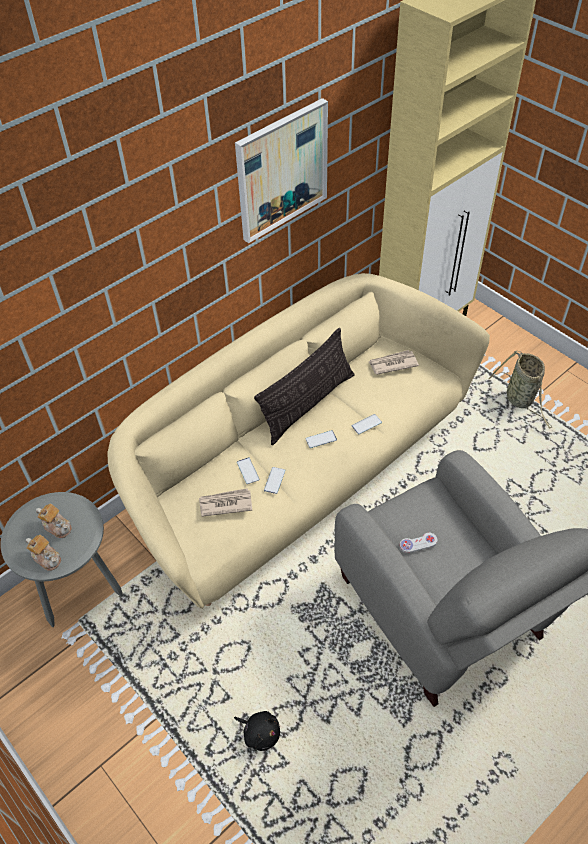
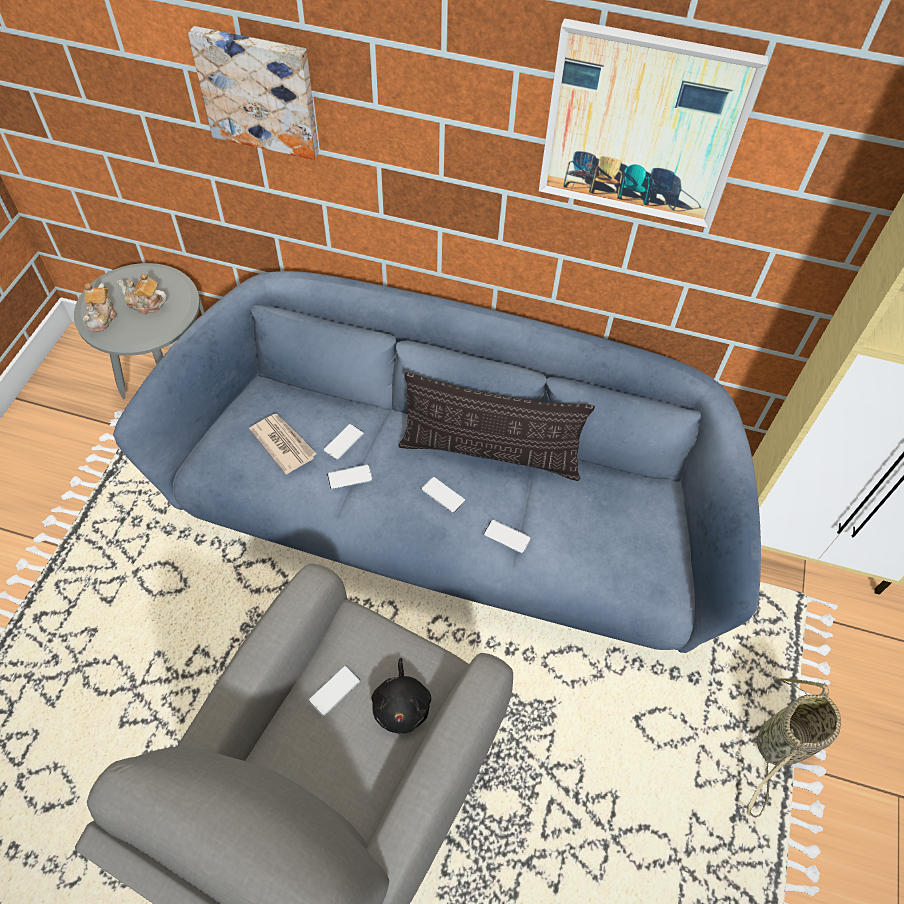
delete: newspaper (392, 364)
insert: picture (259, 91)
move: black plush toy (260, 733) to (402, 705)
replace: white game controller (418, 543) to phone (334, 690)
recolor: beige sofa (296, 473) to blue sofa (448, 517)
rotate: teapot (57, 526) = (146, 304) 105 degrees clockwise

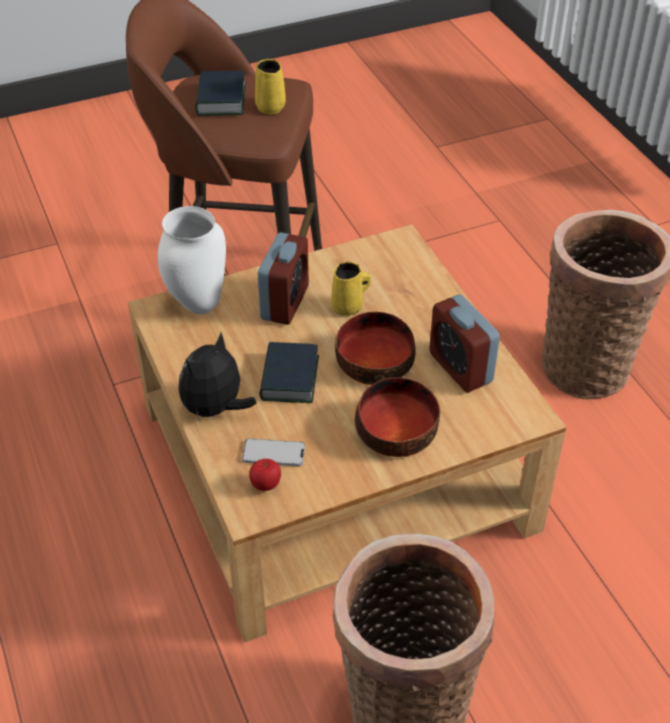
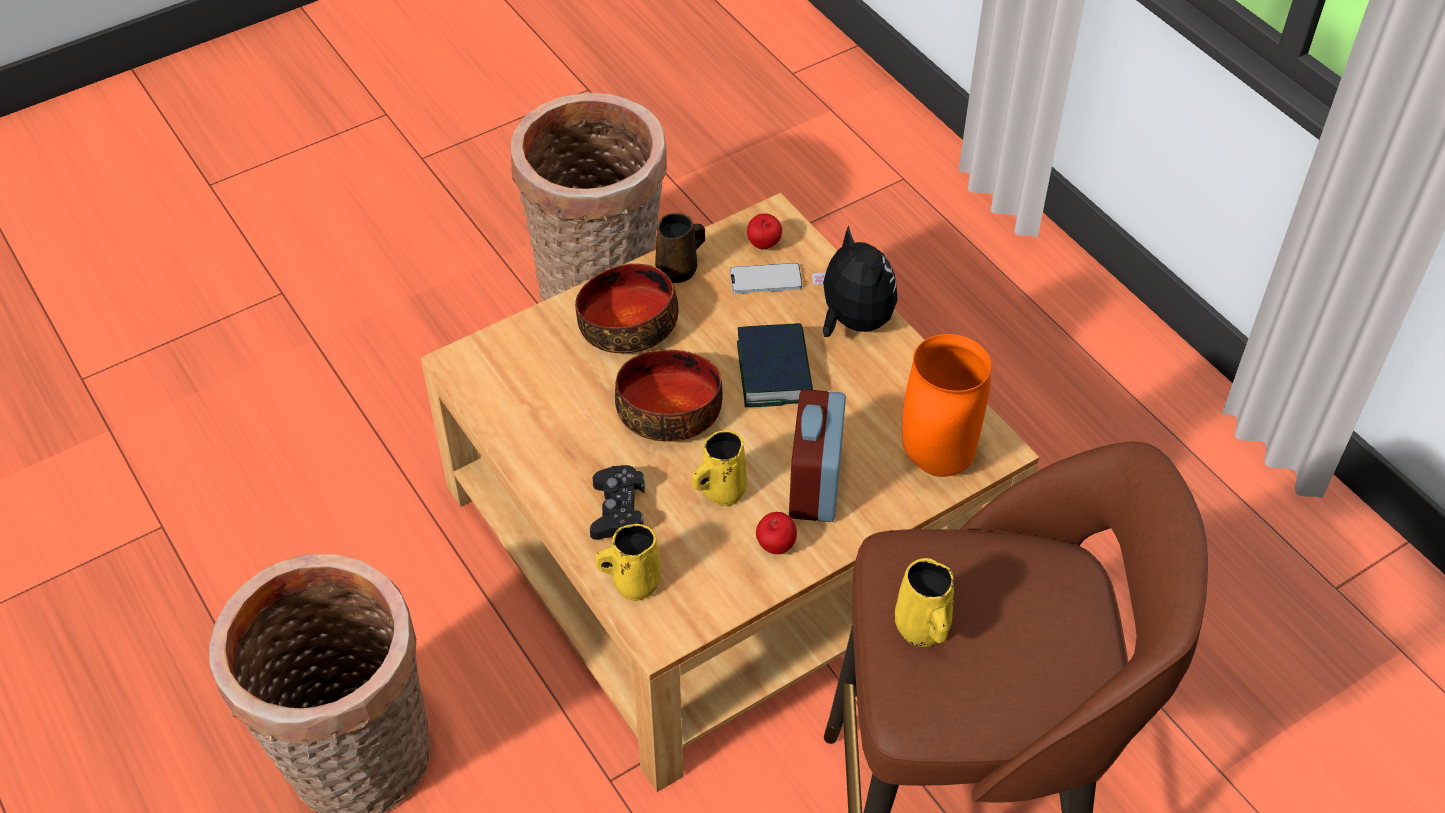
delete: book (221, 100); alarm clock (460, 367)
insert: black game controller (618, 510); yellow mug (633, 582); brown mug (679, 270); apple (775, 546)
recolor: white vase (197, 305) to orange vase (938, 464)
rotate: plush toy (215, 409) = (852, 321) 60 degrees counterclockwise

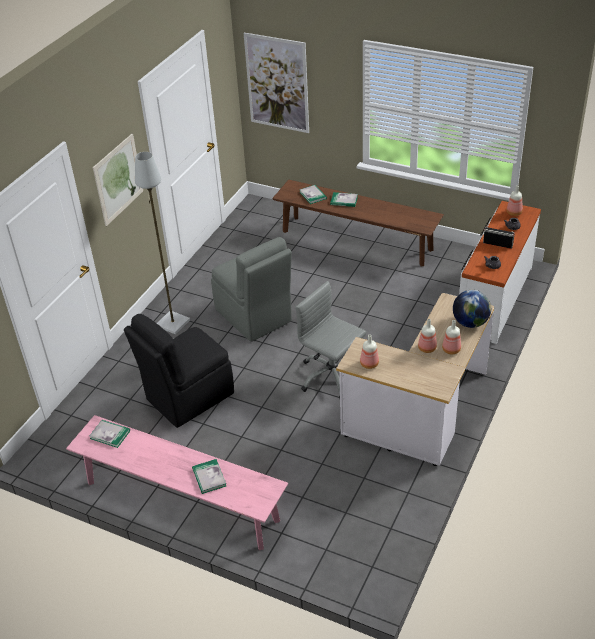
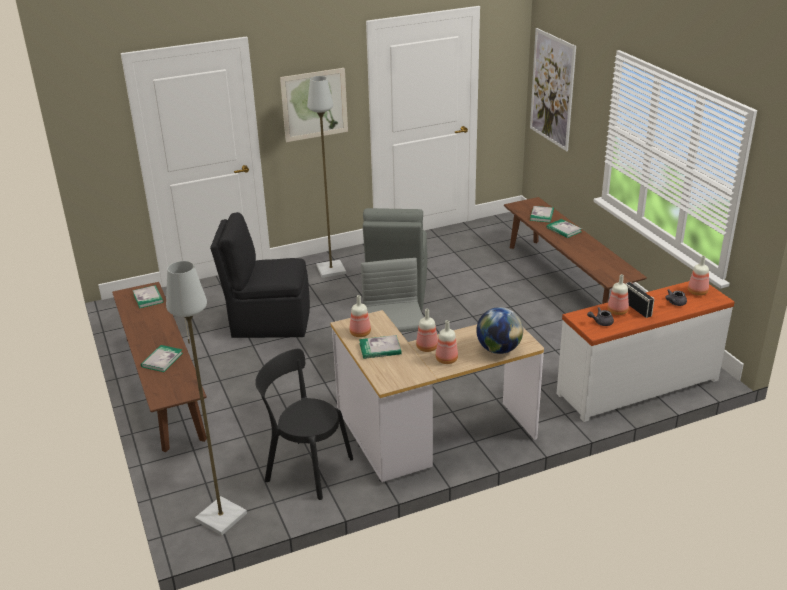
insert: grey floor lamp (221, 518); black chair (305, 468); book (380, 349); bottle (617, 311)
recolor: pink bench (181, 501) to brown bench (163, 386)

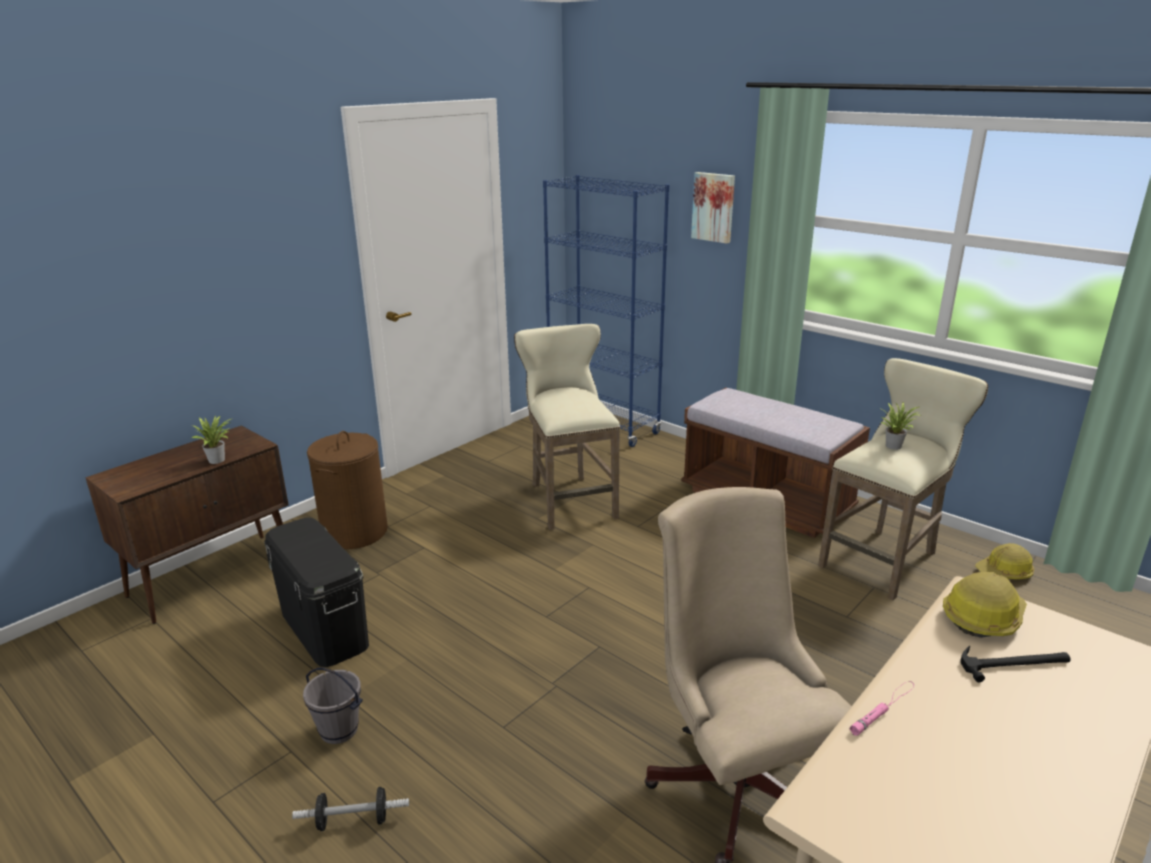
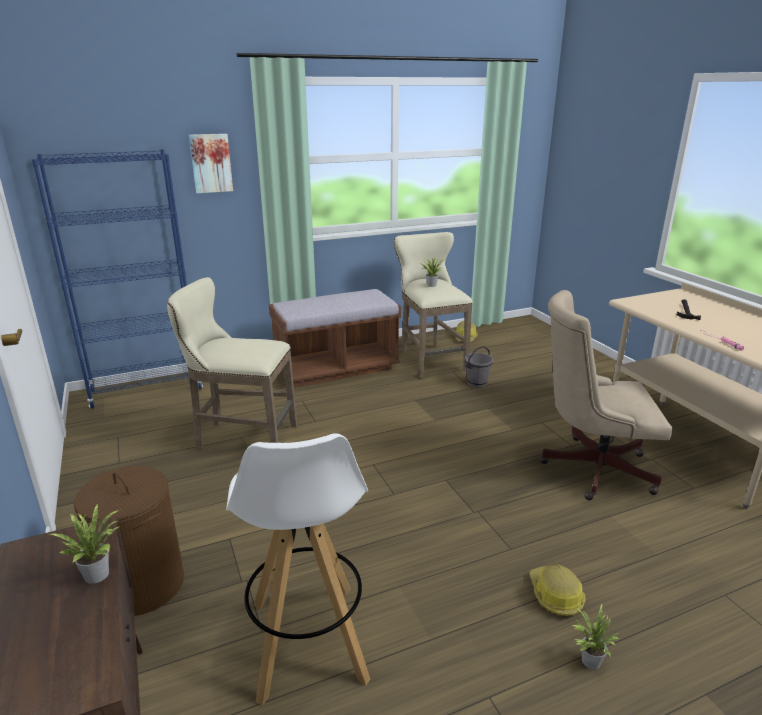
move: grey bucket (338, 731) to (477, 383); hard hat (983, 617) to (555, 595)
replace: black storage box (323, 628) to white stool (308, 642); dumbbell (353, 821) to potted plant (588, 660)

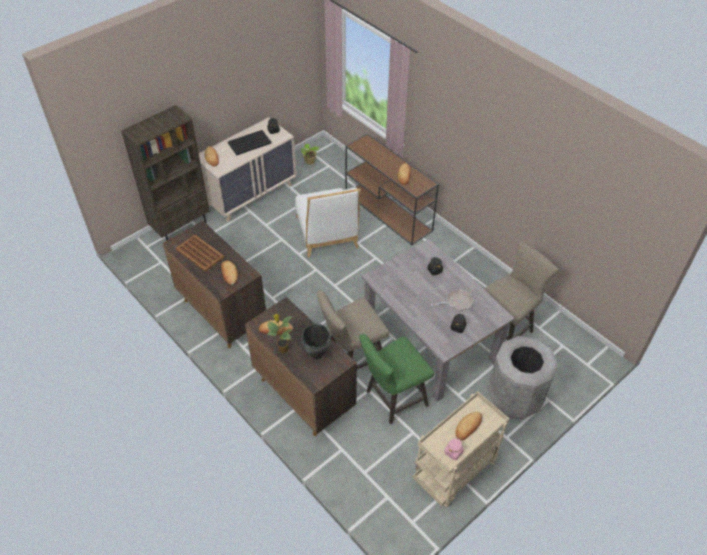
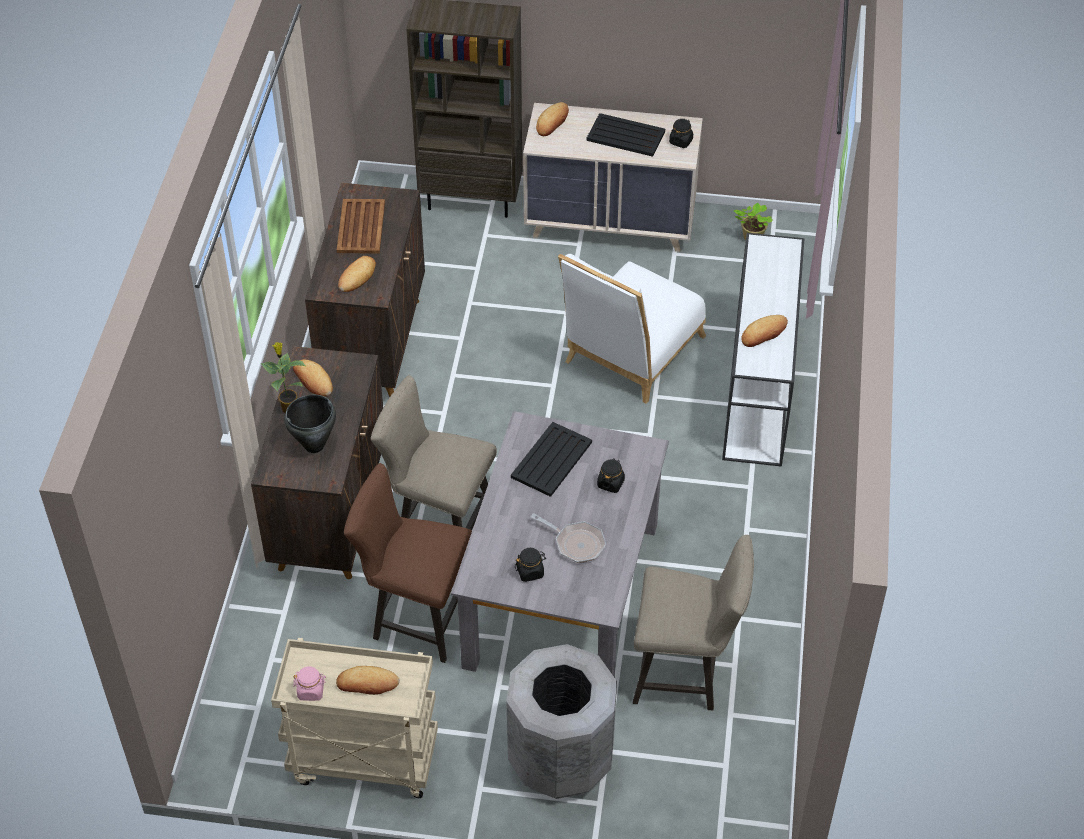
insert: black tray (552, 459)
recolor: brown console table (389, 212) to white console table (758, 391); green stool (392, 399) to brown stool (415, 616)

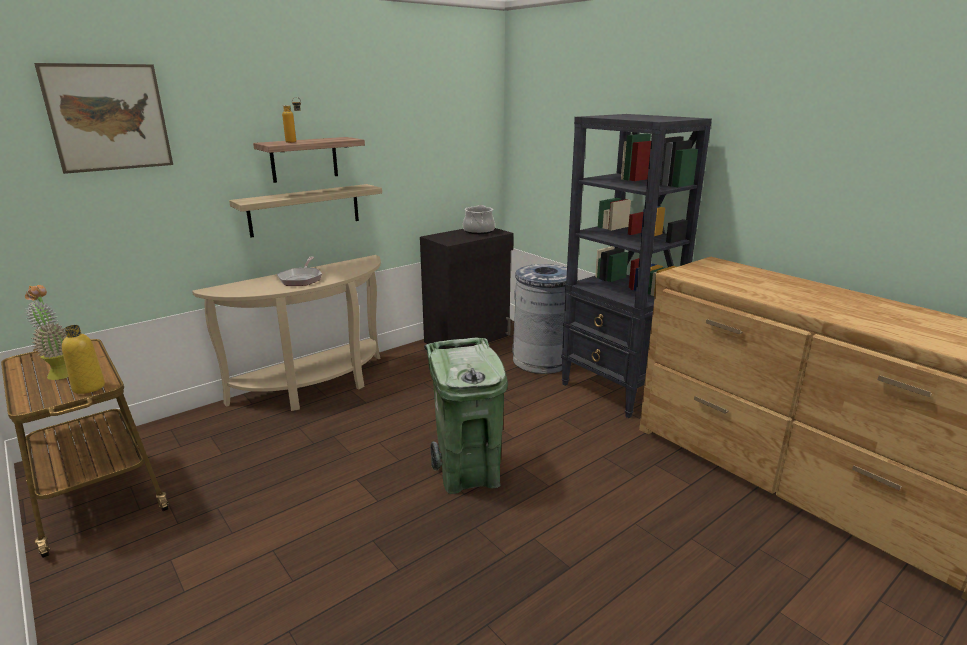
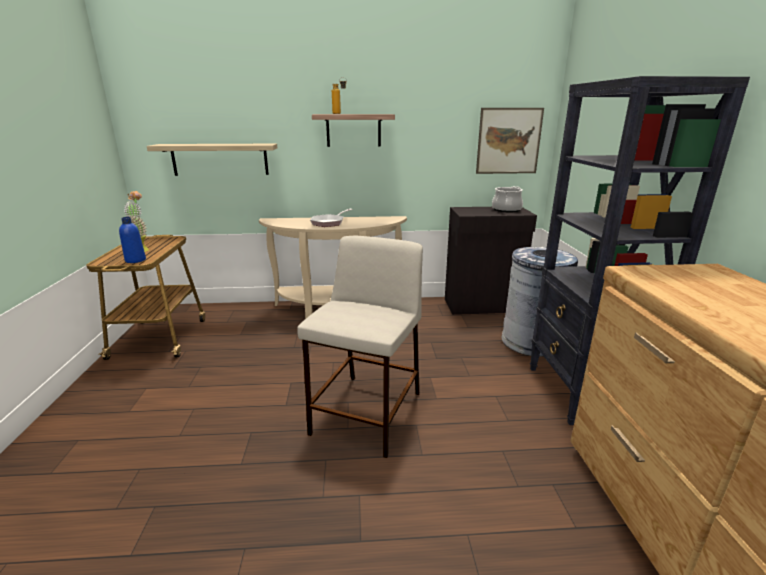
move: picture (108, 117) to (508, 141); shelf (305, 210) to (220, 159)
replace: green trash can (468, 475) to beige stool (367, 414)
recolor: yellow bottle (89, 387) to blue bottle (135, 260)

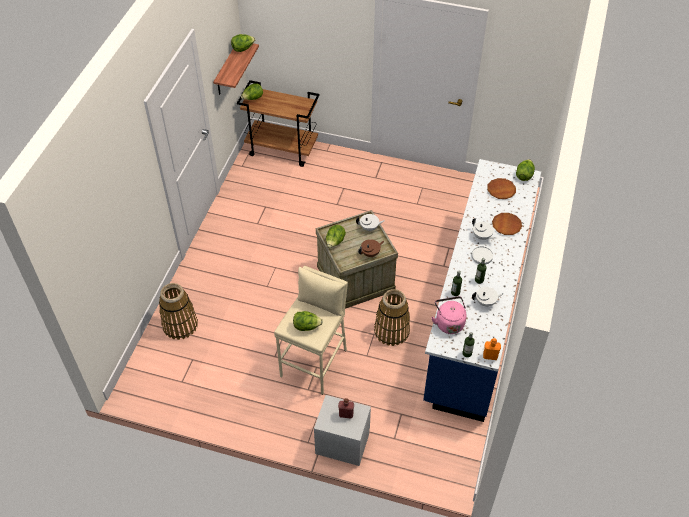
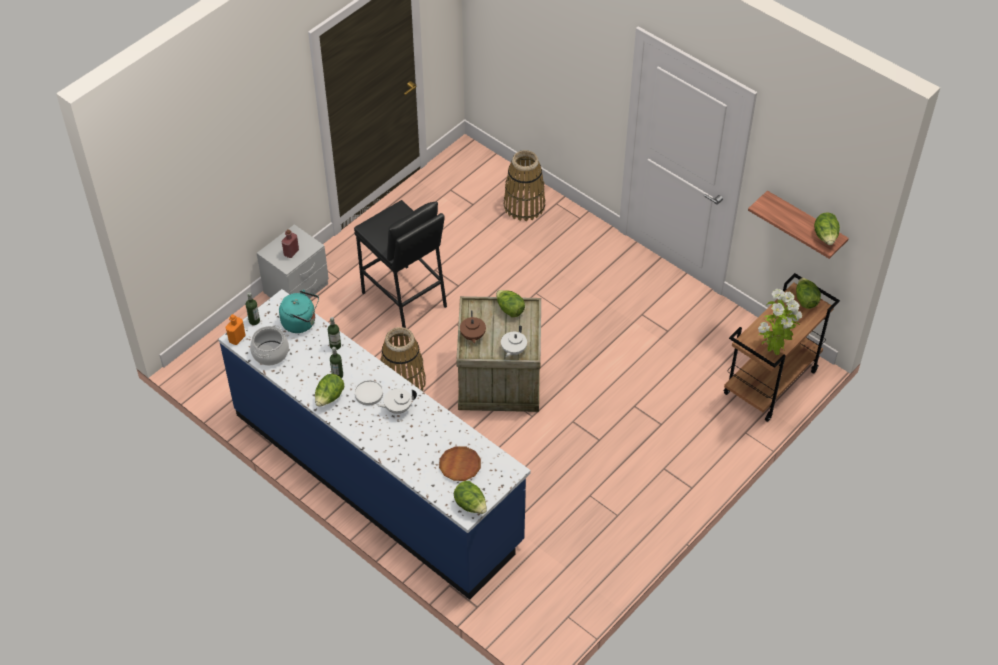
delete: white teapot (486, 302); brown plate (506, 225)
insert: cooking pot (270, 353); potted plant (772, 351)
move: lettuce (307, 326) to (329, 398)
recolor: beige stool (314, 363) to black stool (404, 299); pink kettle (449, 322) to turquoise kettle (301, 322)

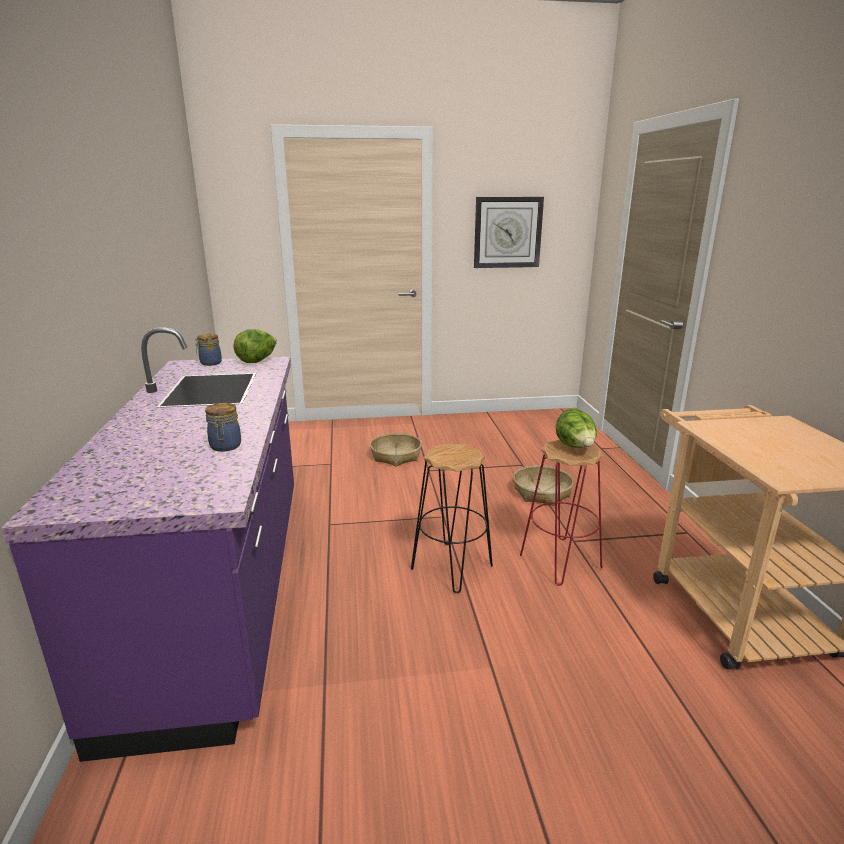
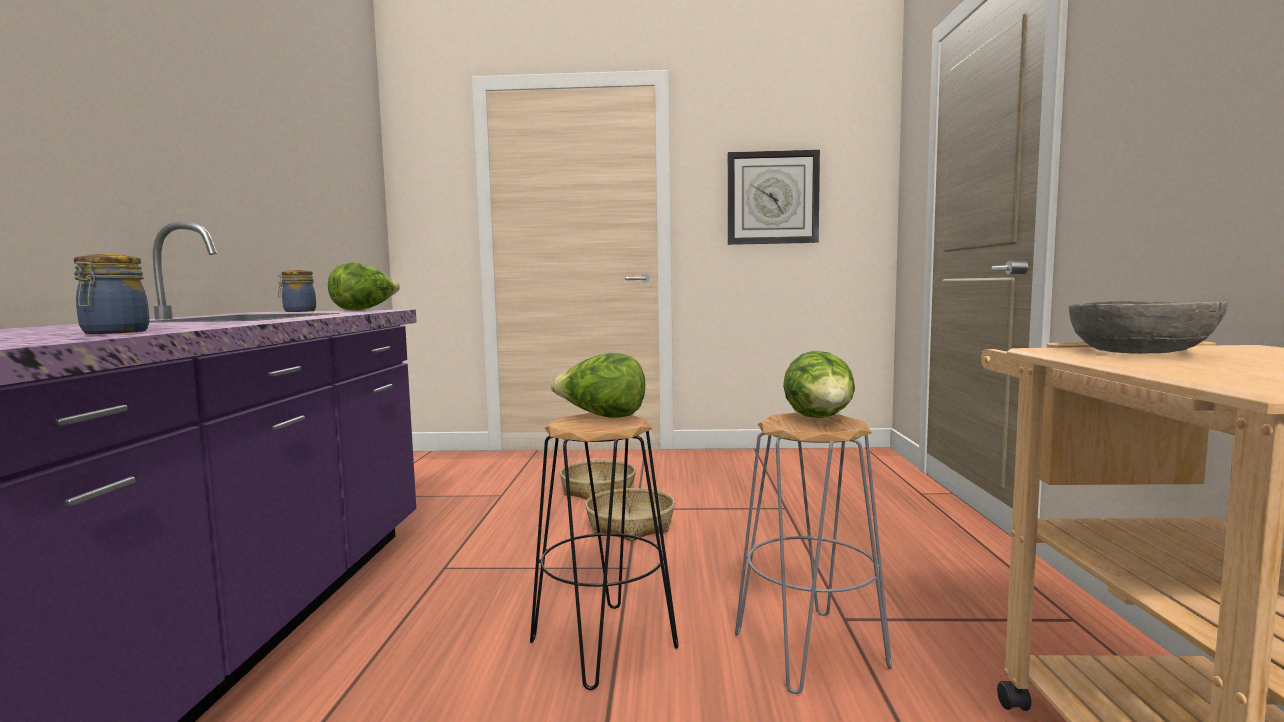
insert: lettuce (602, 417); grey bowl (1140, 352)
move: basket (542, 492) to (630, 525)
recolor: red stool (561, 561) to grey stool (810, 651)

